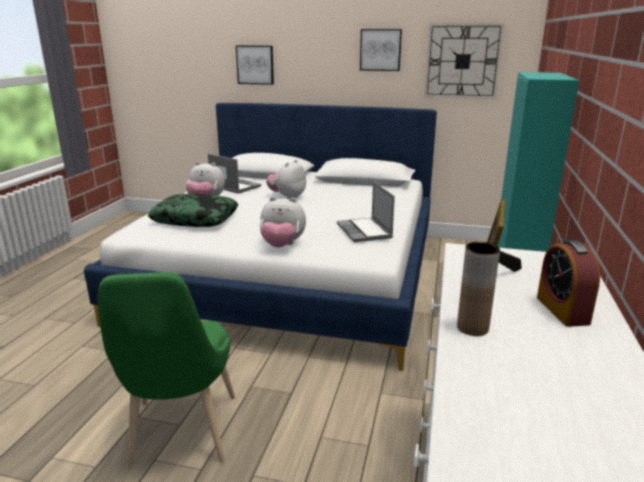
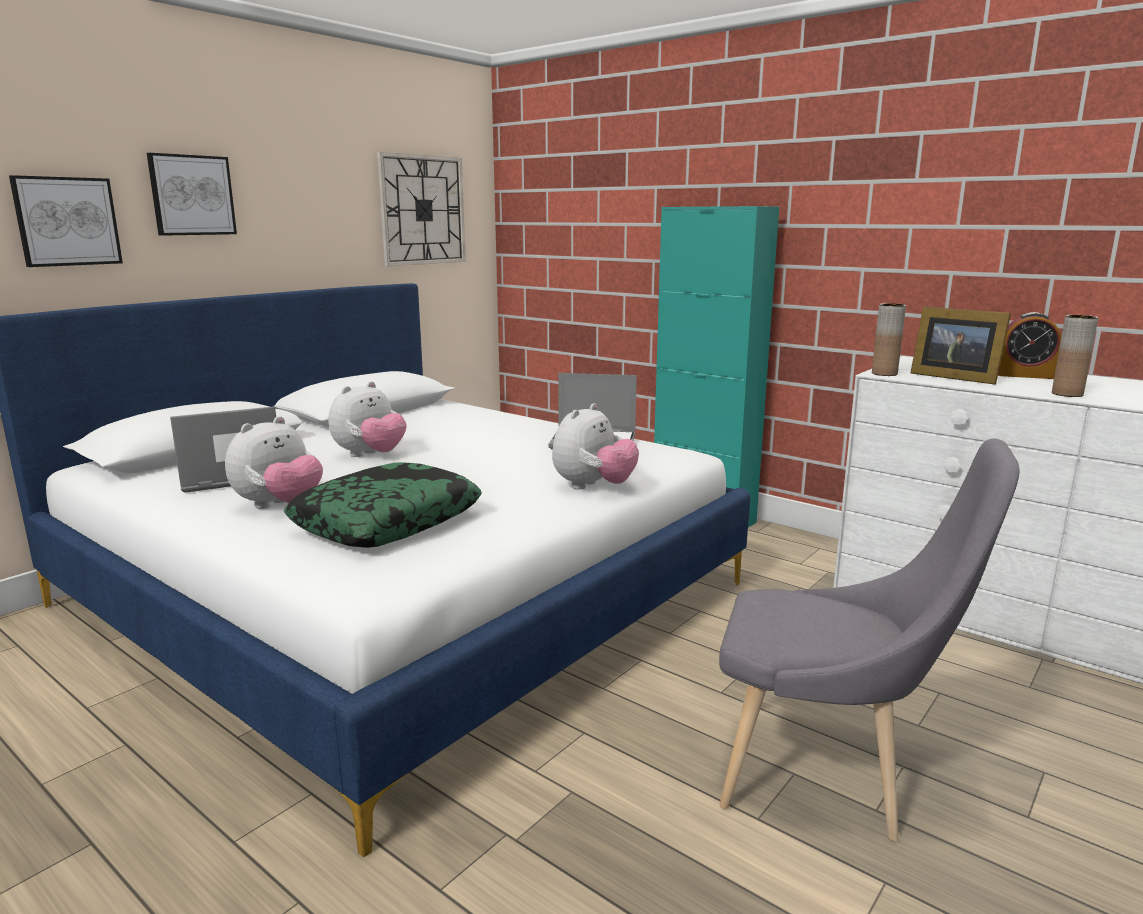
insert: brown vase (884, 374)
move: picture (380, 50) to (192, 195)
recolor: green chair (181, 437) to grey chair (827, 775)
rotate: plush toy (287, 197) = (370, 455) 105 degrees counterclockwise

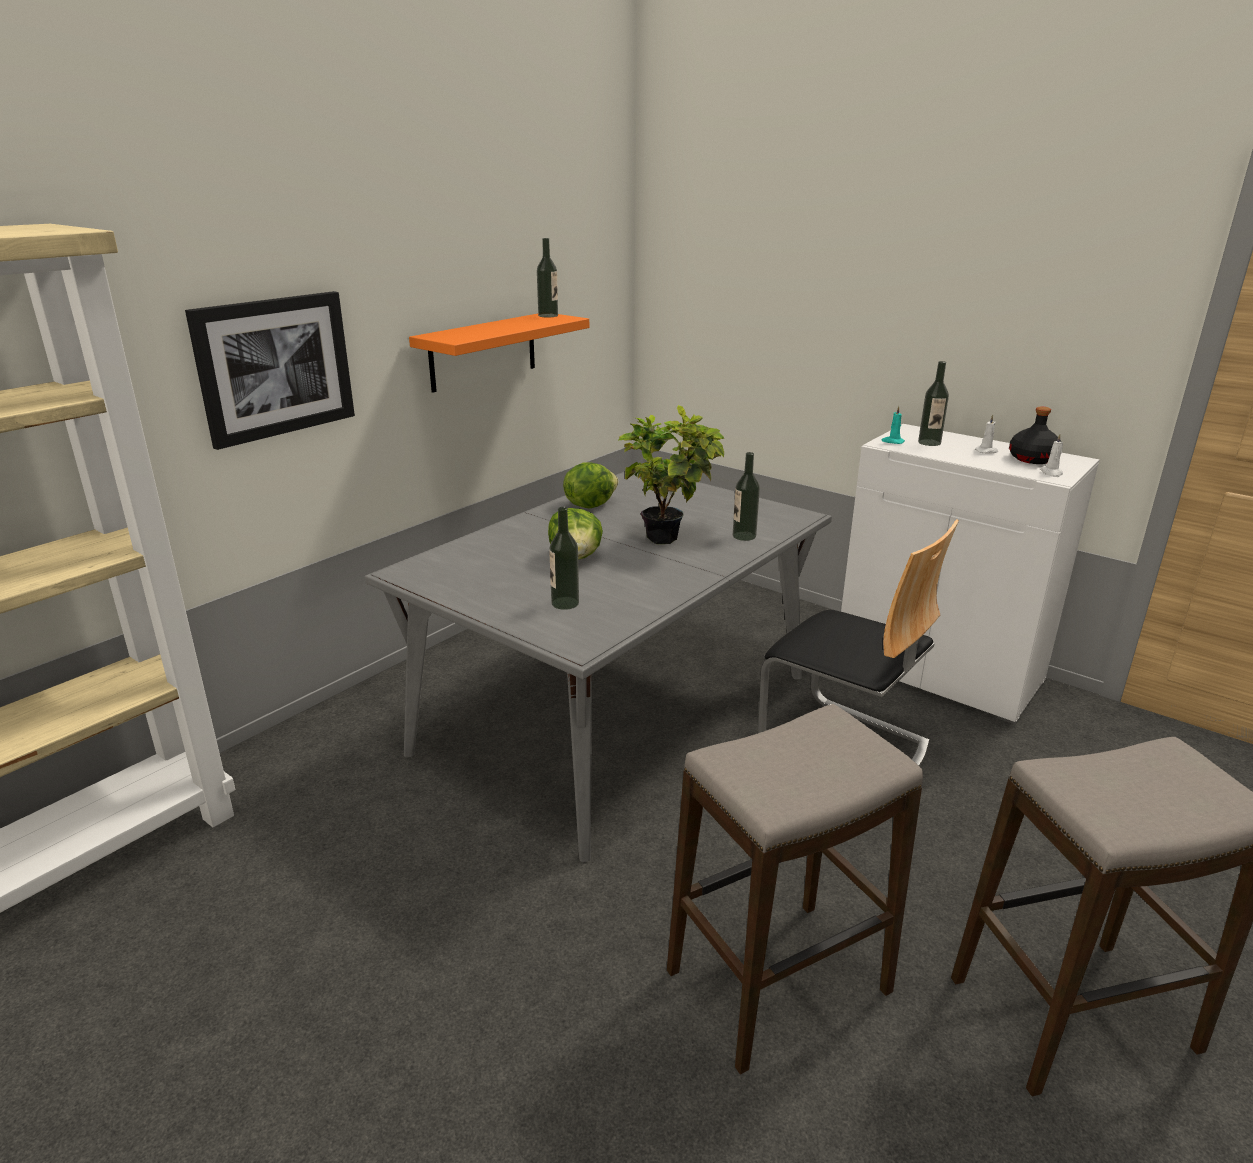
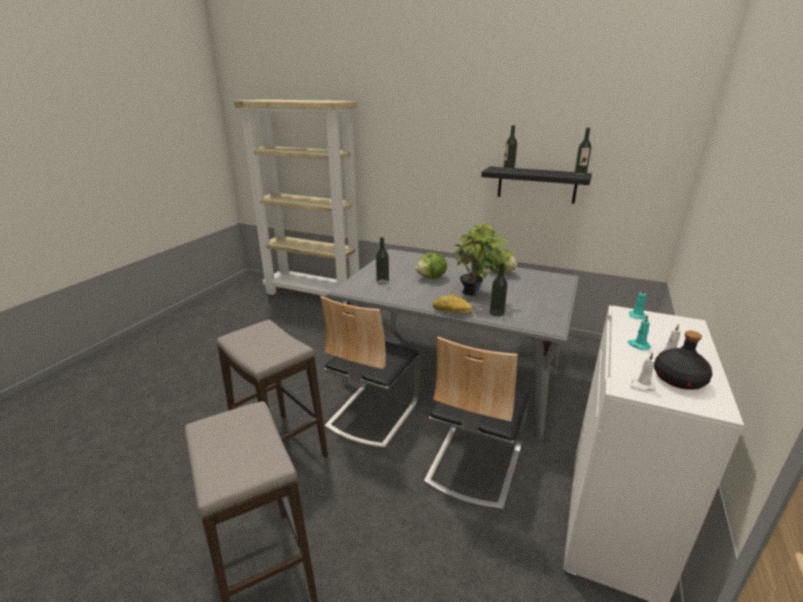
delete: picture (275, 367)
insert: chair (372, 414); bread (452, 311); turquoise candle (638, 345)
move: bottle (929, 442) to (508, 169)
recolor: orange shelf (483, 351) to black shelf (536, 184)

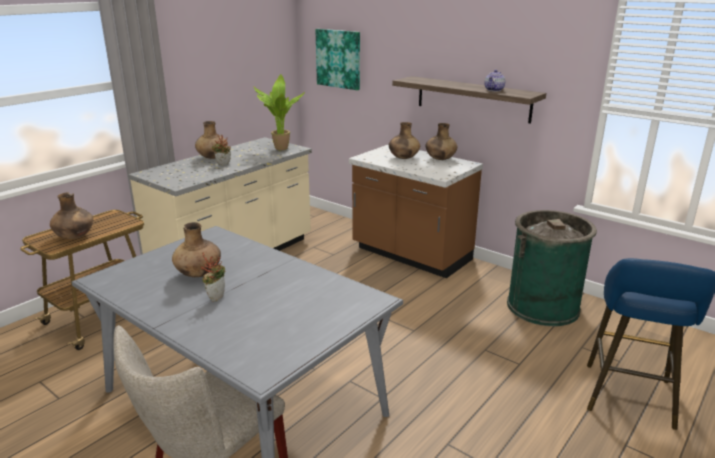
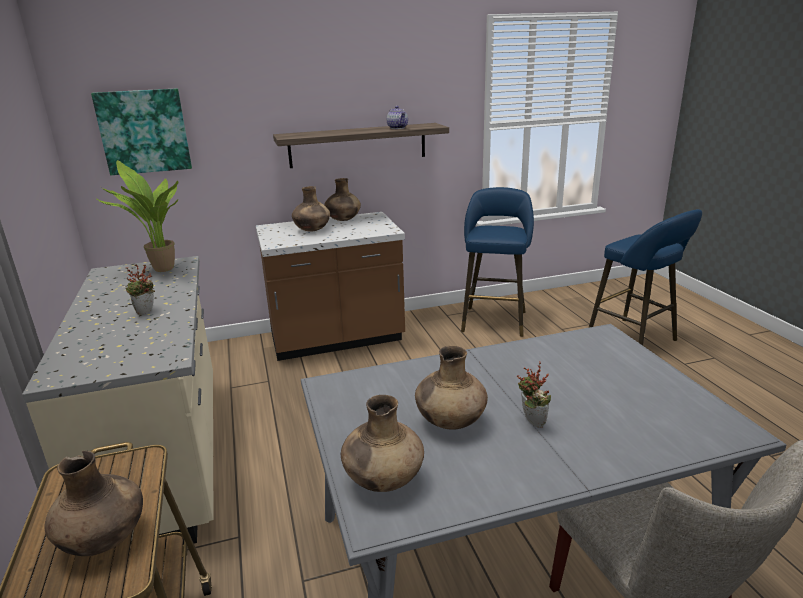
move: brown vase (212, 158) to (383, 480)
replace: green trash can (543, 306) to blue stool (494, 319)

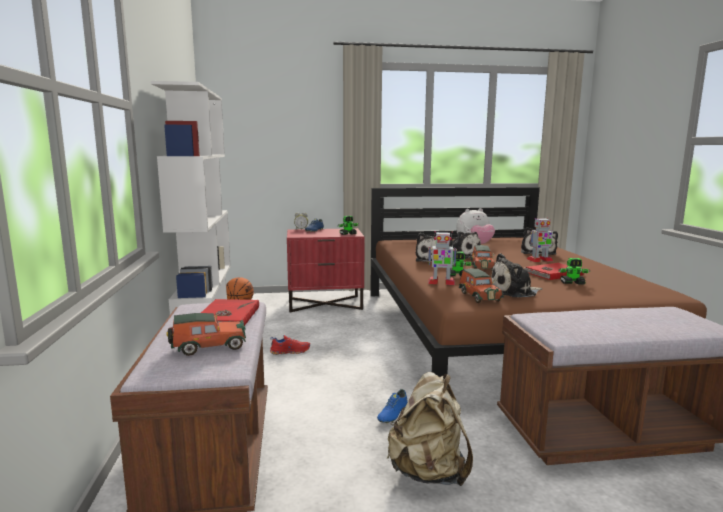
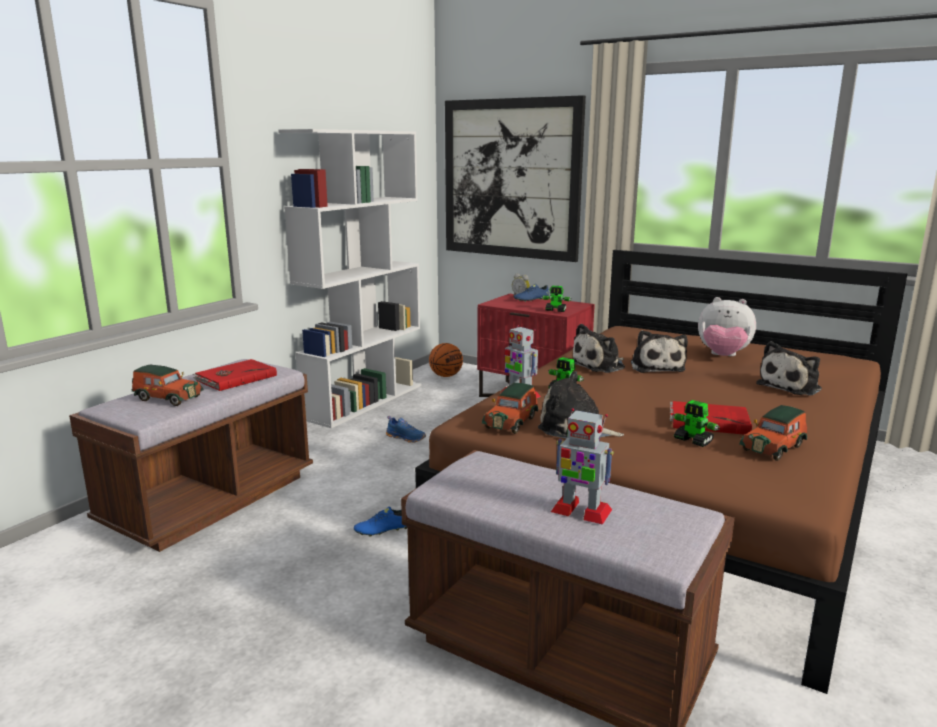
delete: beige backpack (428, 472)
insert: picture (511, 179)
move: toy car (482, 266) to (774, 447); toy robot (539, 260) to (580, 511)
recolor: red shoe (290, 351) to blue shoe (406, 438)

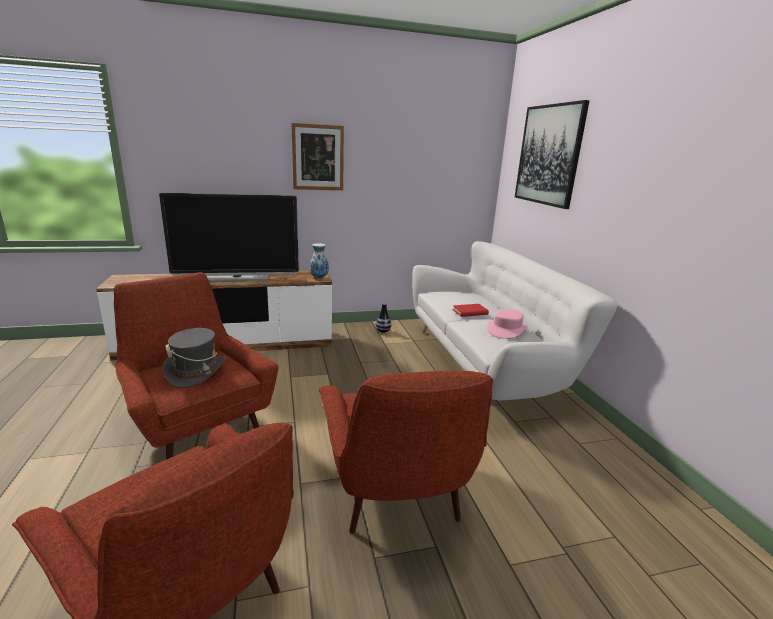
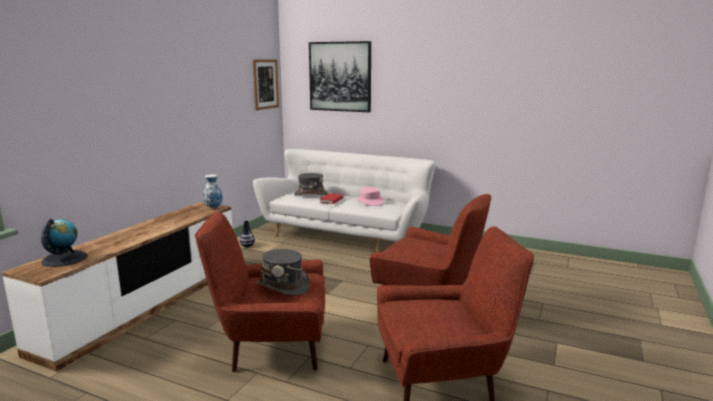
delete: television (237, 278)
insert: globe (64, 258); grey hat (310, 194)
move: picture (318, 157) to (265, 84)

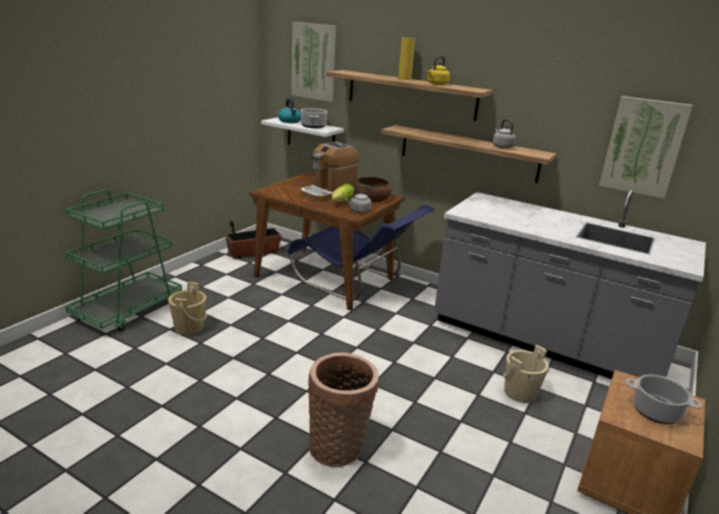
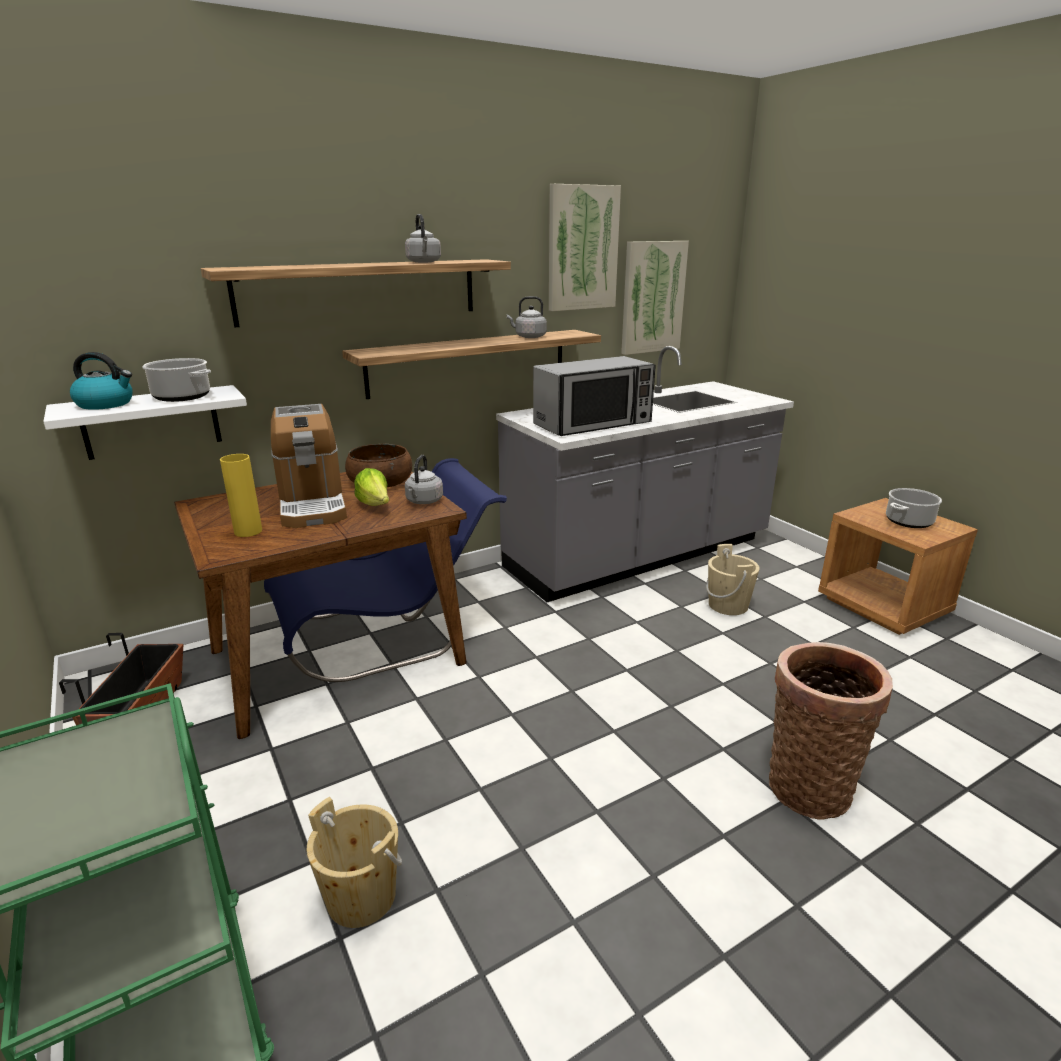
insert: microwave (593, 424)
move: picture (314, 61) to (582, 248); yellow vase (404, 79) to (248, 531)
recolor: yellow kettle (437, 84) to grey kettle (424, 262)

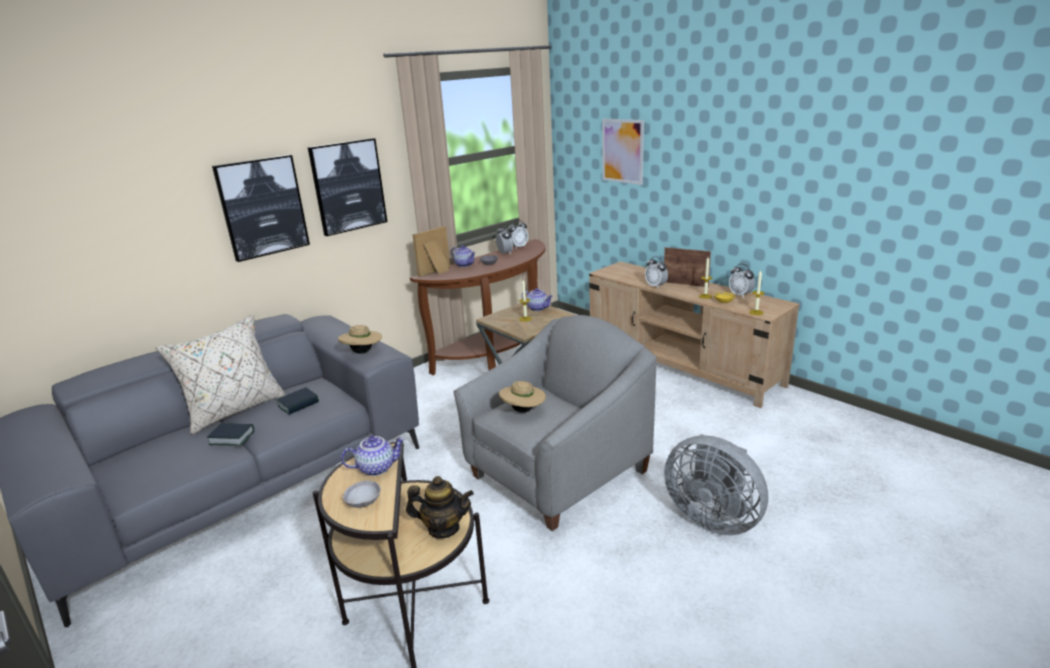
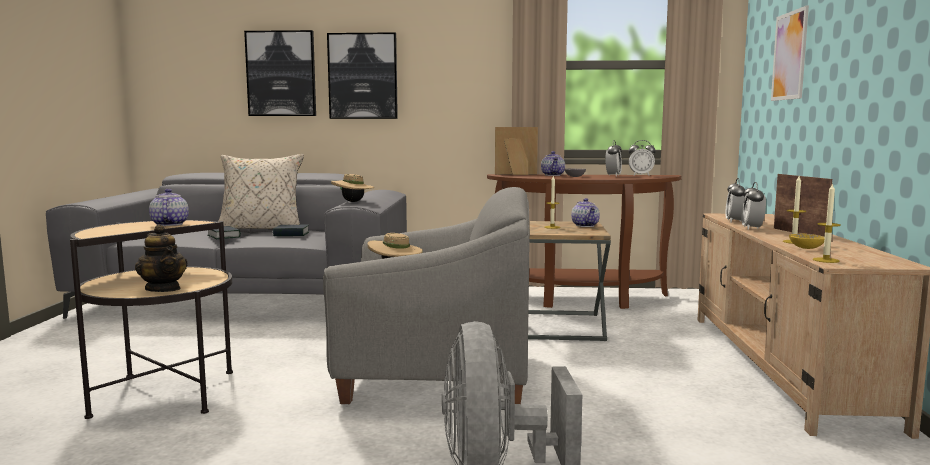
delete: grey bowl (363, 502)
move: picture (348, 186) to (281, 74); alarm clock (740, 295) to (735, 221)
rotate: teapot (377, 468) = (169, 224) 135 degrees counterclockwise

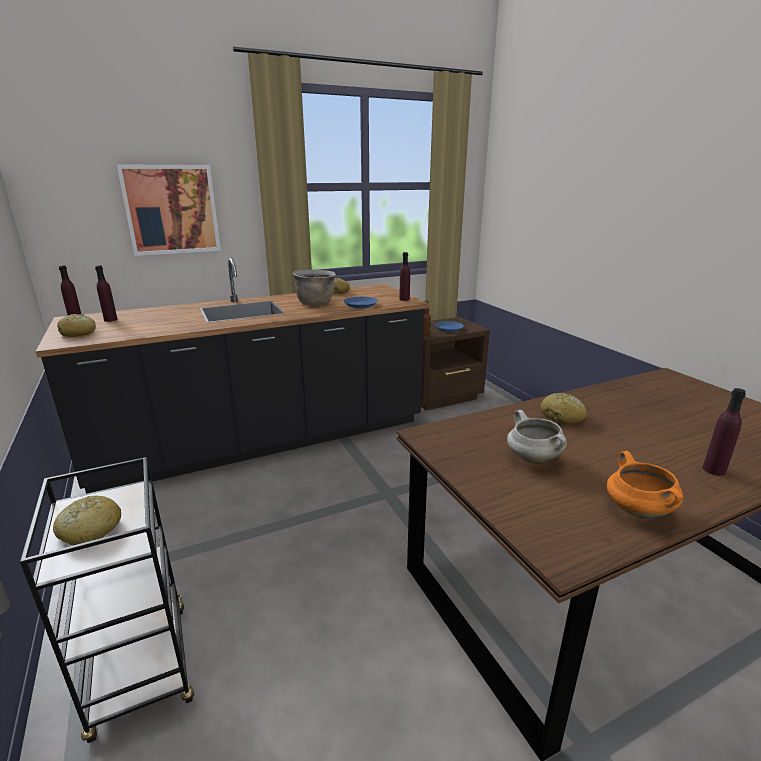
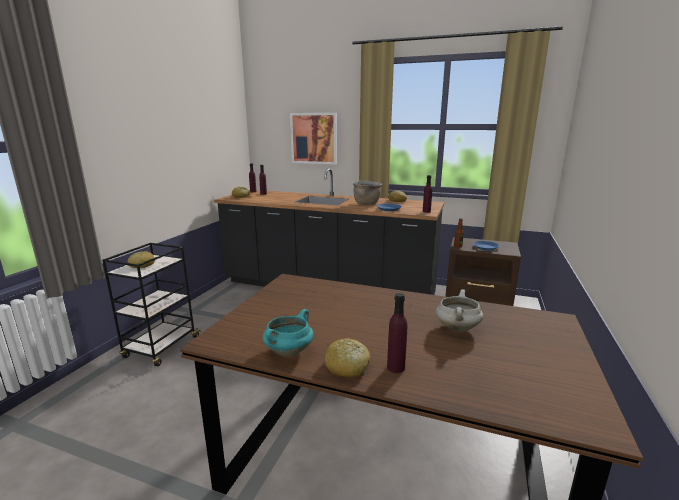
move: white cooking pot (532, 459) to (456, 327); bread (562, 417) to (347, 366)
recolor: orange cooking pot (636, 510) to turquoise cooking pot (289, 351)

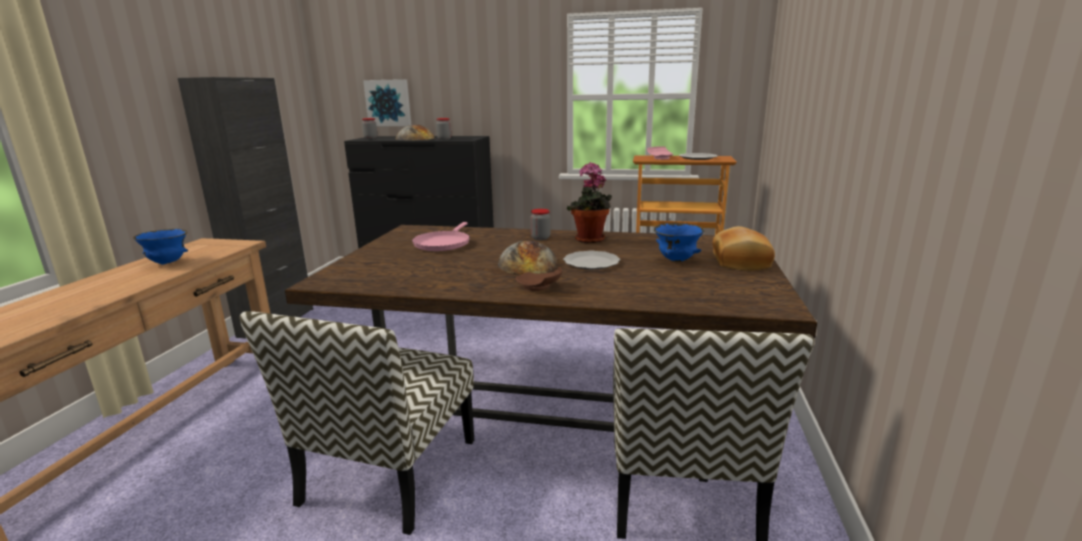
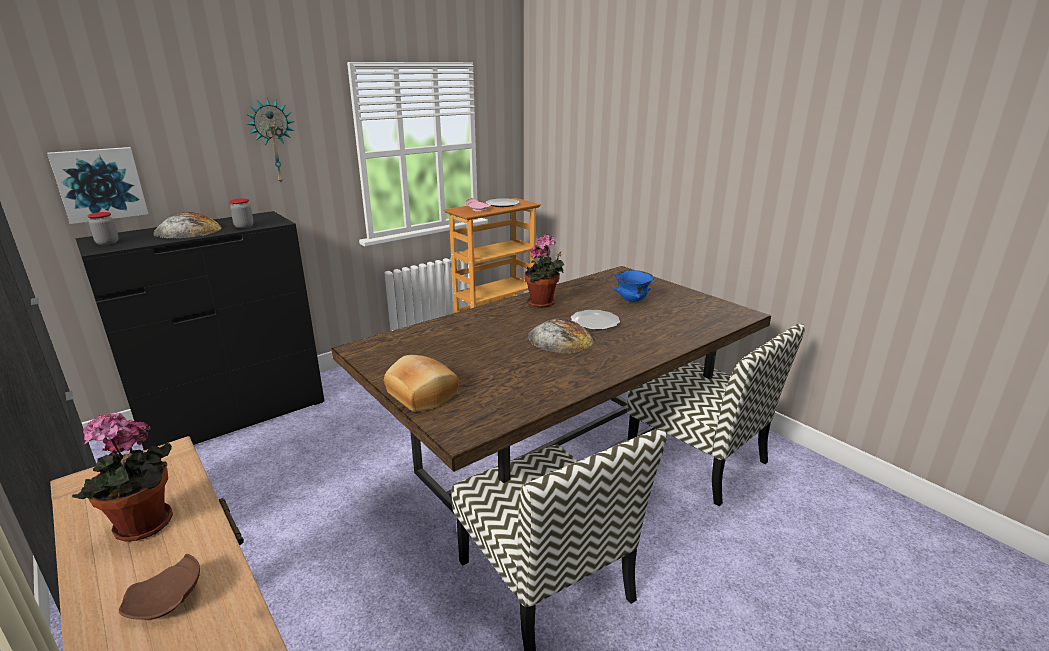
delete: pink frying pan (443, 243); jar (540, 238)
insert: wall clock (273, 141)
move: brown plate (539, 287) to (167, 601); bread (739, 262) to (420, 395)
replace: blue bowl (167, 263) to potted plant (143, 528)

